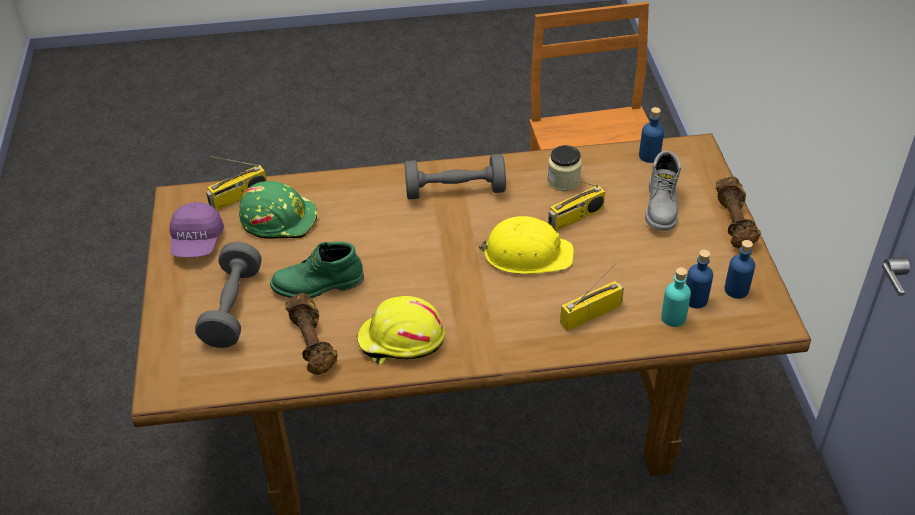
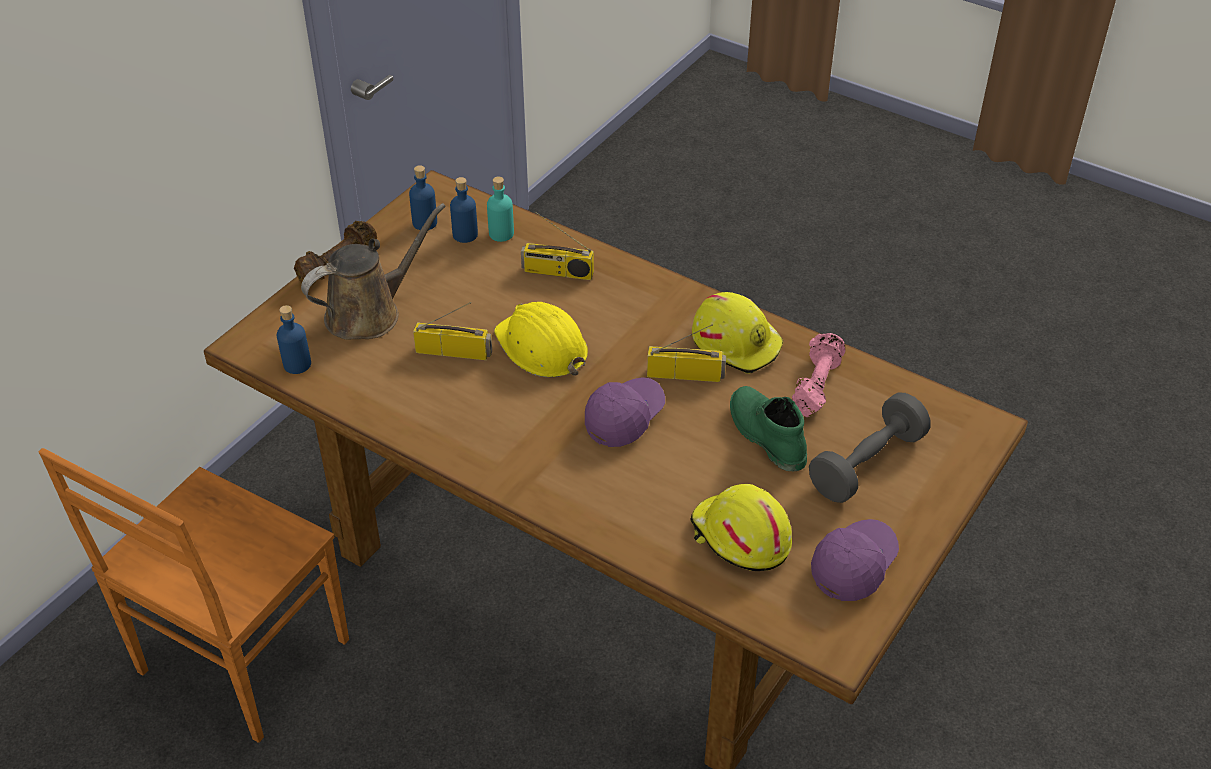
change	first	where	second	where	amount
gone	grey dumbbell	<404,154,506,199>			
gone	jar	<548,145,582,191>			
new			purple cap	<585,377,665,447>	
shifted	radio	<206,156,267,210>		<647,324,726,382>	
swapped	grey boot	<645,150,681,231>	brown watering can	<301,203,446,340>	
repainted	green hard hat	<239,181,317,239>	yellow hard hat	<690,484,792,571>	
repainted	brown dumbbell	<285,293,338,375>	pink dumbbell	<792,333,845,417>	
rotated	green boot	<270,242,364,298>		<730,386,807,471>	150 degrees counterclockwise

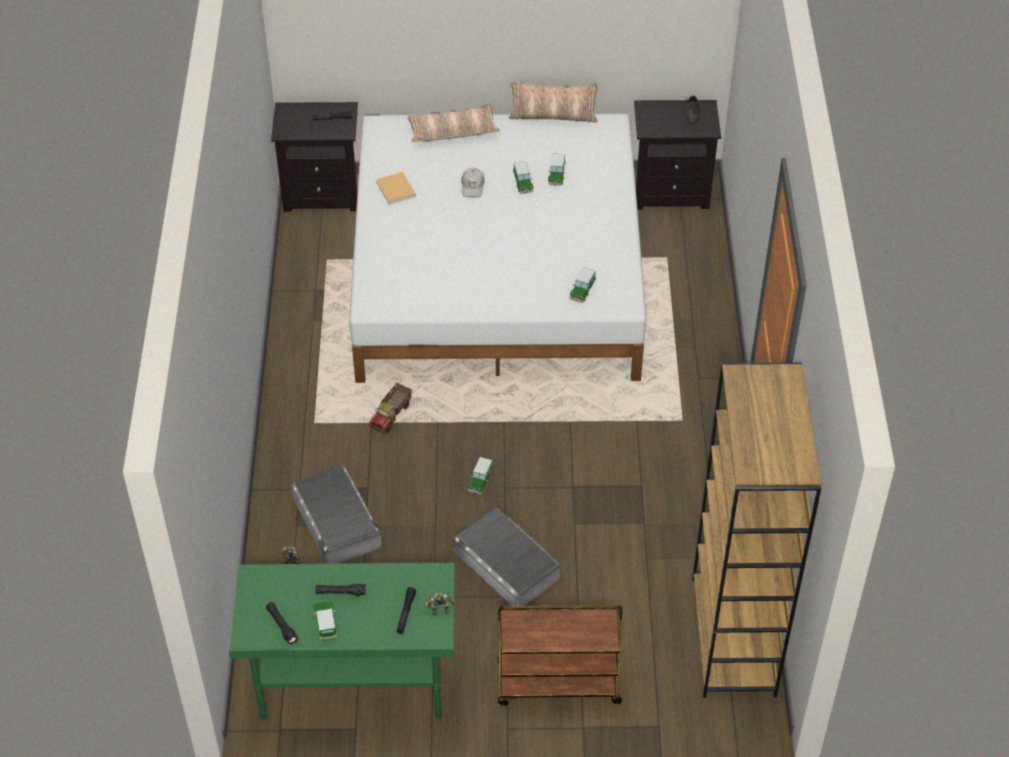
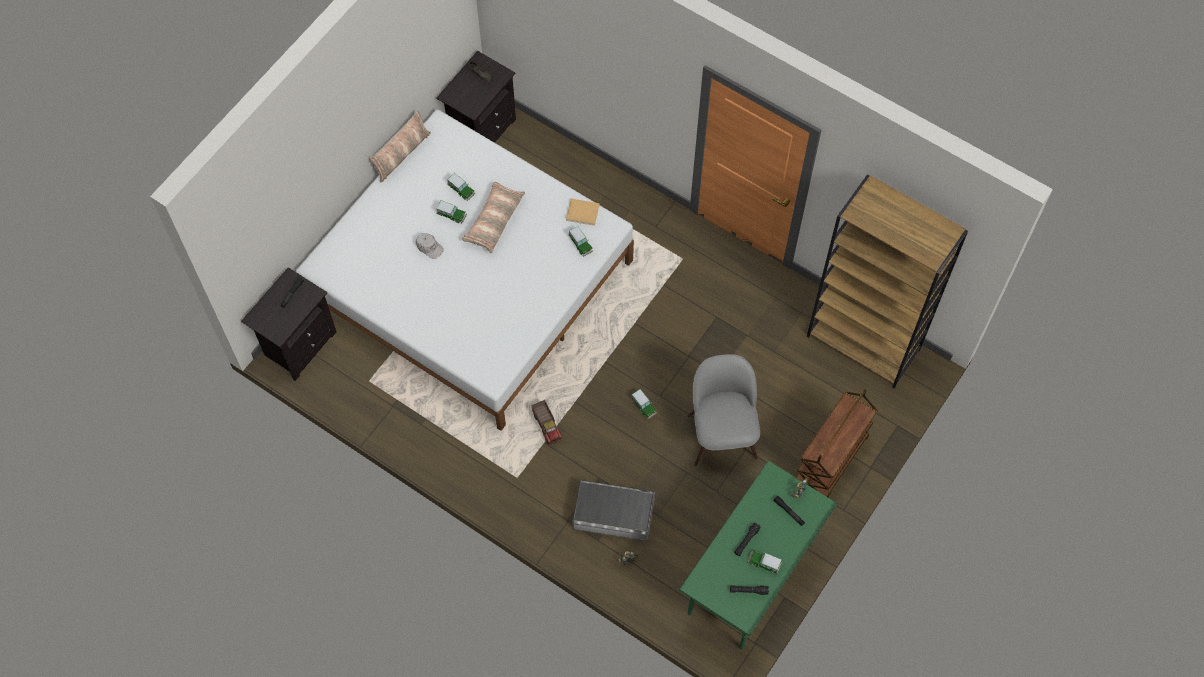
change	first	where	second	where	amount
shifted	beige book	<376,172,416,205>		<566,198,600,226>	
shifted	pillow	<407,105,500,142>		<462,182,525,253>	
swapped	grey storage box	<453,507,561,606>	grey chair	<687,354,760,466>	

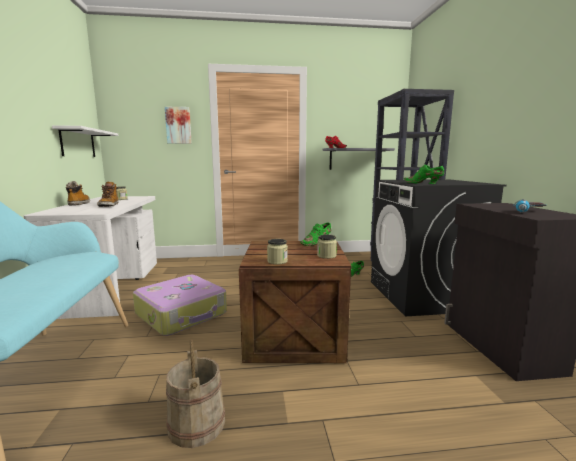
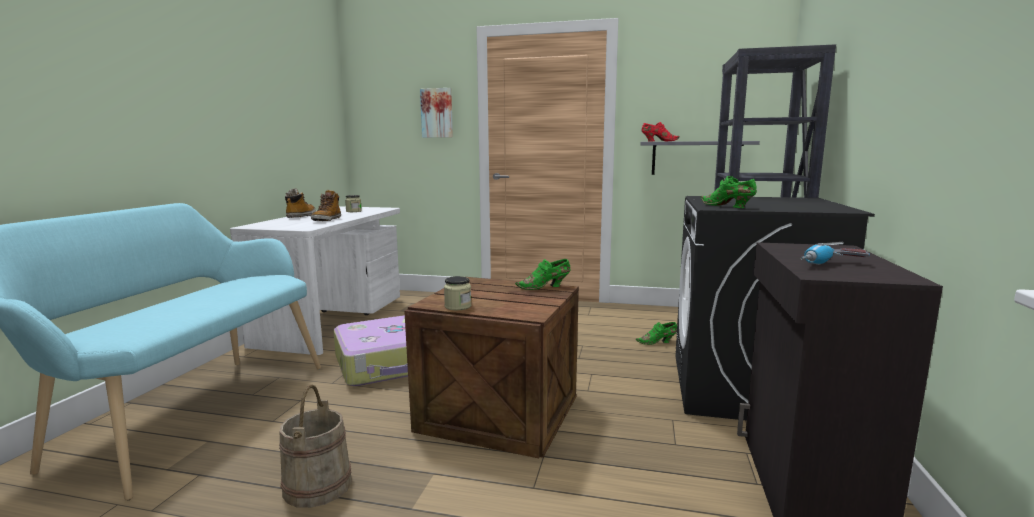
change	first	where	second	where	amount
gone	white shelf	<52,125,118,157>			
gone	jar	<317,234,337,259>			

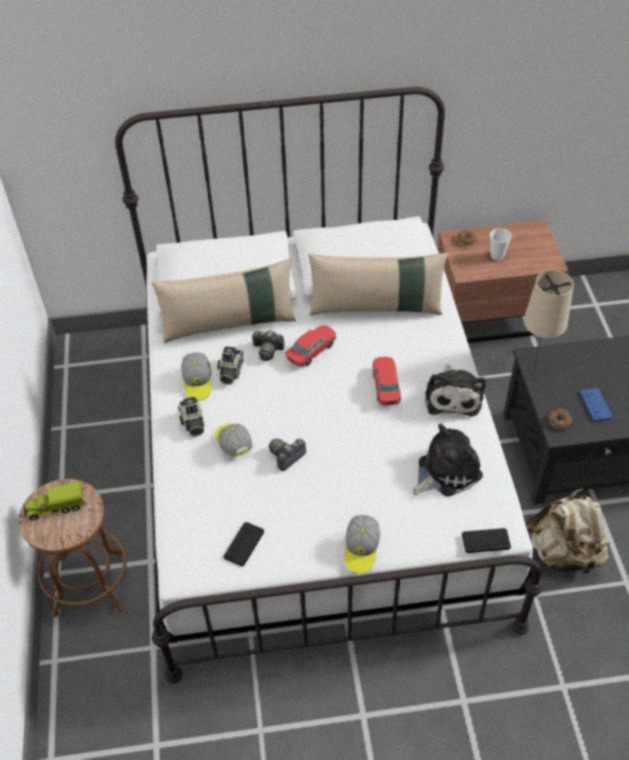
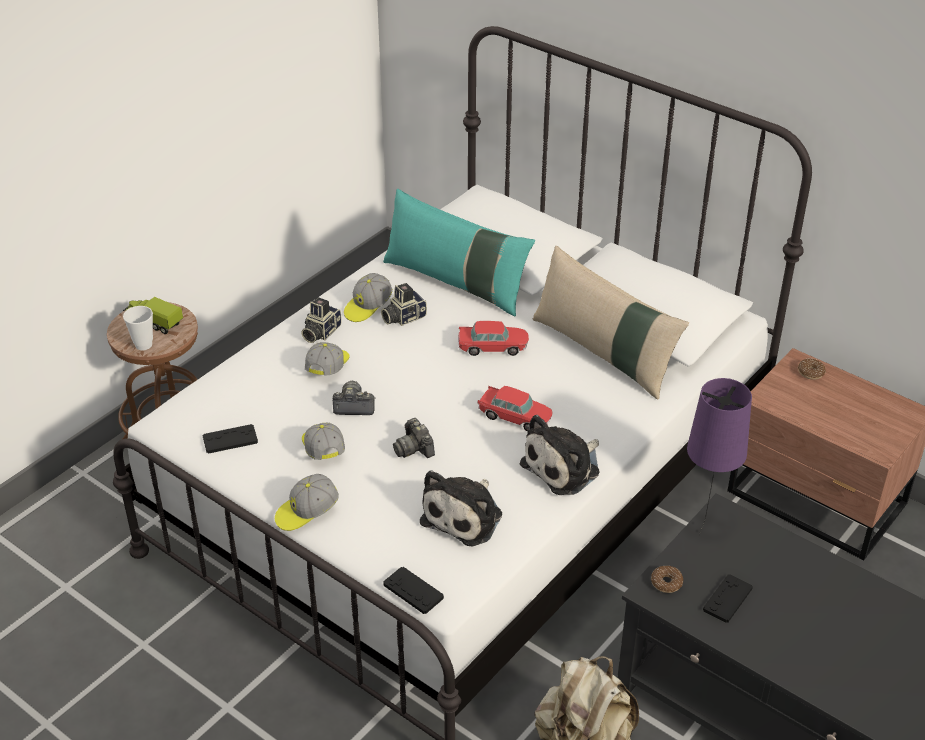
change	first	where	second	where	amount
new			cap	<302,423,345,460>	
shifted	photo camera	<252,330,285,361>		<393,418,435,458>	
shifted	cup	<490,228,512,261>		<123,306,153,350>	
repainted	beige pillow	<152,259,296,343>	turquoise pillow	<383,189,535,316>	
repainted	beige table lamp	<524,270,574,380>	purple table lamp	<687,378,752,535>	
repainted	blue game controller	<580,388,613,422>	black game controller	<703,575,753,623>	
rotated	toy car	<372,357,401,406>		<478,386,553,432>	75 degrees clockwise
rotated	plush toy	<413,424,483,496>		<420,470,502,547>	105 degrees clockwise

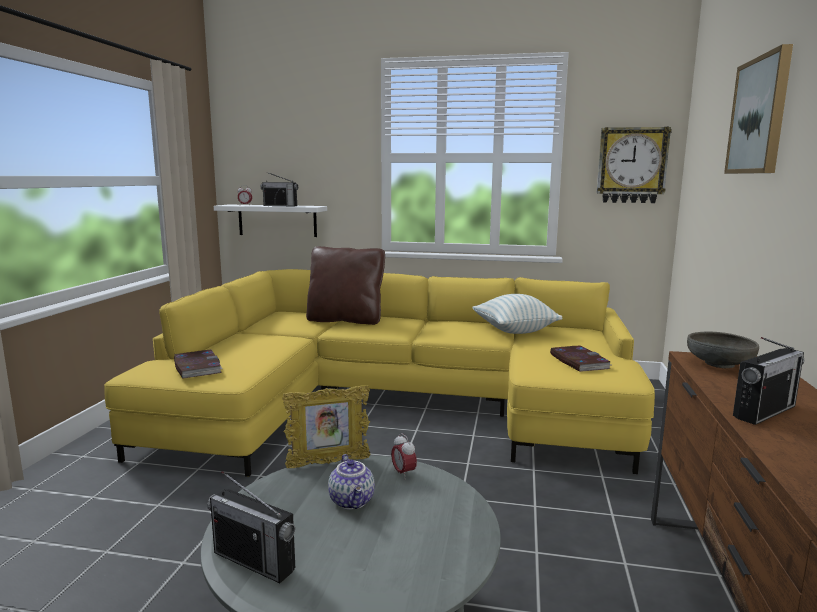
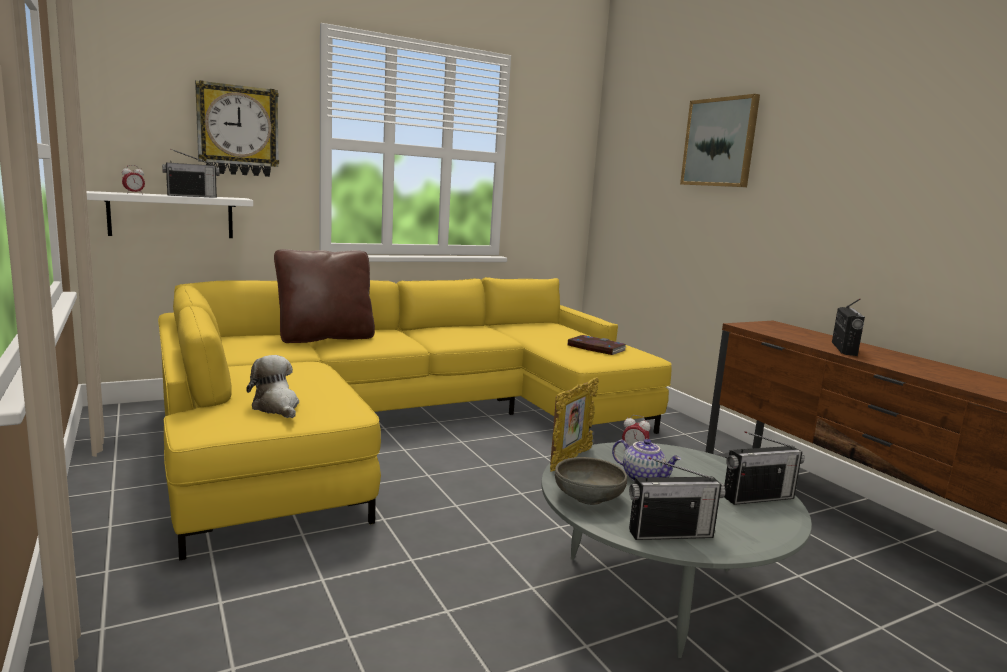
change	first	where	second	where	amount
gone	pillow	<472,294,562,334>			
new			radio	<724,431,805,505>	
shifted	wall clock	<597,127,672,203>		<195,80,279,177>	
shifted	grey bowl	<687,331,759,368>		<555,457,627,505>	
swapped	book	<174,350,223,379>	plush toy	<246,355,299,418>	

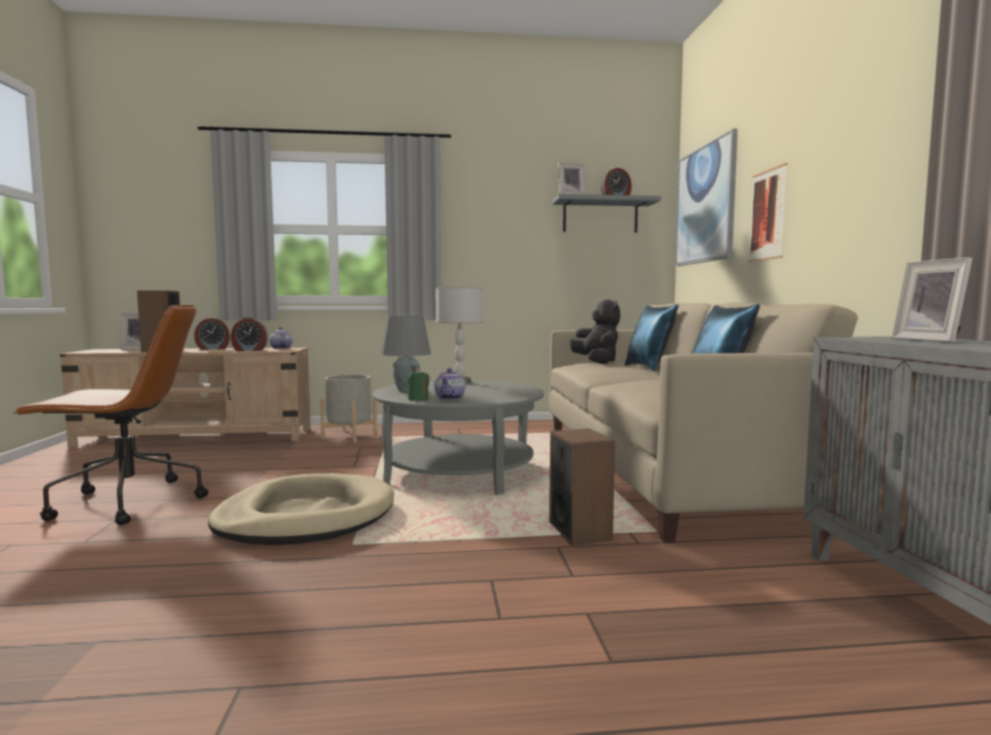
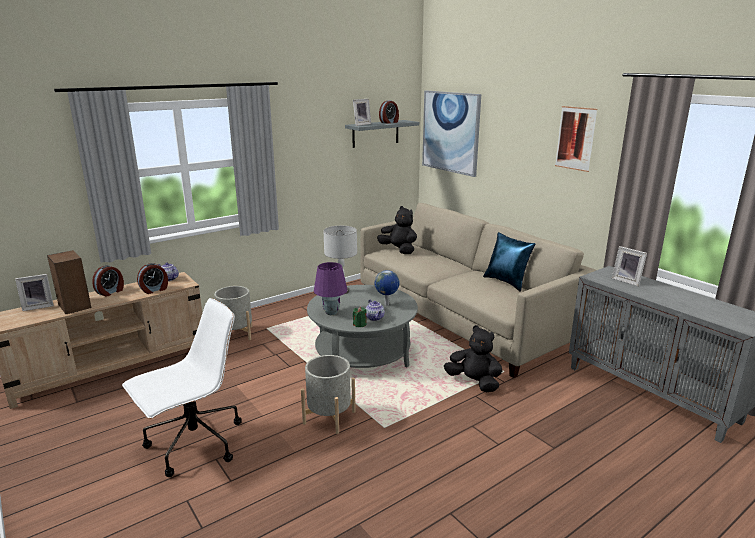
change	first	where	second	where	amount
gone	blue pillow	<625,304,679,371>			
new			globe	<374,270,400,306>	
shifted	picture	<748,163,788,262>		<555,106,598,172>	
swapped	beige dog bed	<208,473,394,545>	grey planter	<301,355,356,434>	
swapped	speaker	<549,428,615,546>	black plush toy	<444,325,502,393>	
repainted	brown office chair	<13,305,208,525>	white office chair	<122,298,242,477>	
repainted	grey table lamp	<381,316,431,392>	purple table lamp	<314,262,347,315>	

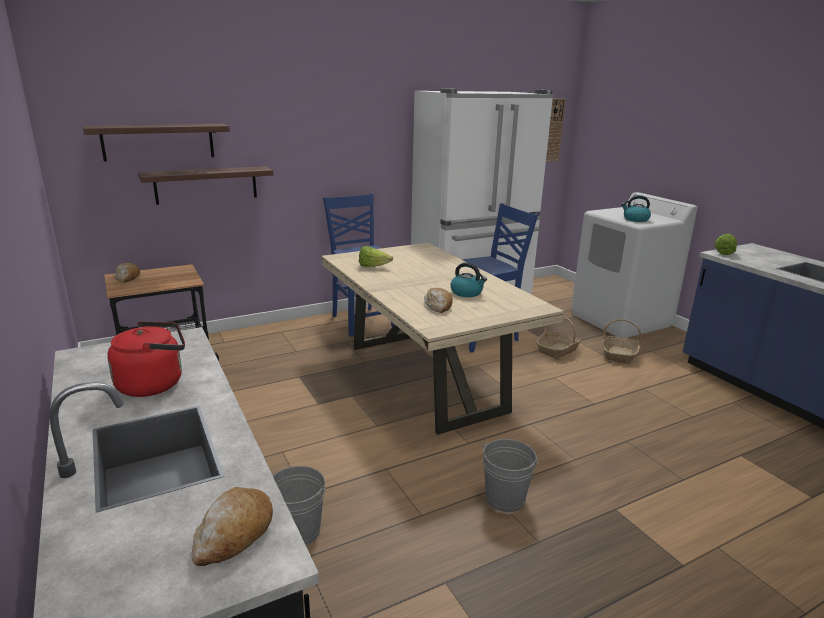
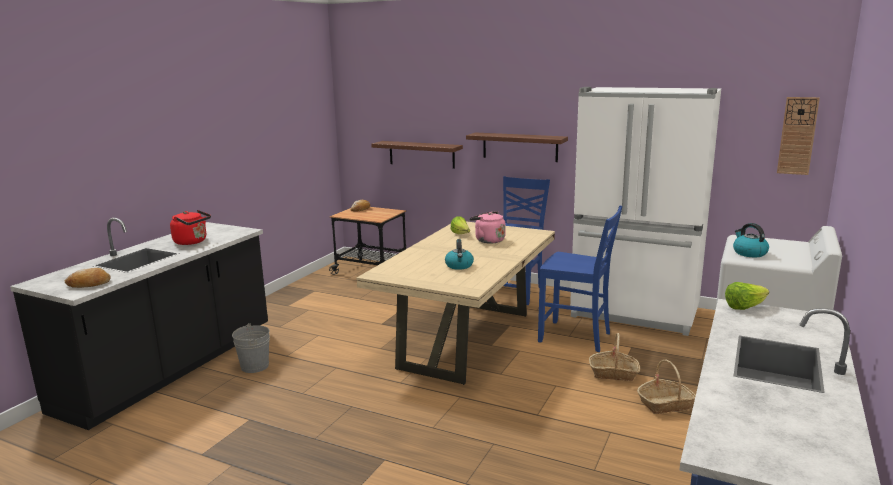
change	first	where	second	where	amount
gone	bread	<424,288,453,313>			
gone	grey bucket	<481,439,538,512>			
new			pink kettle	<469,211,506,243>	
shifted	shelf	<83,124,230,162>		<466,132,568,162>	

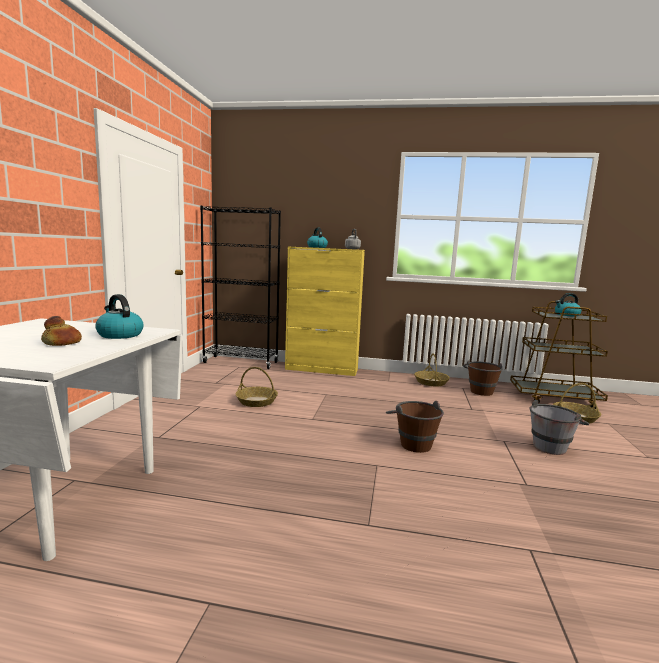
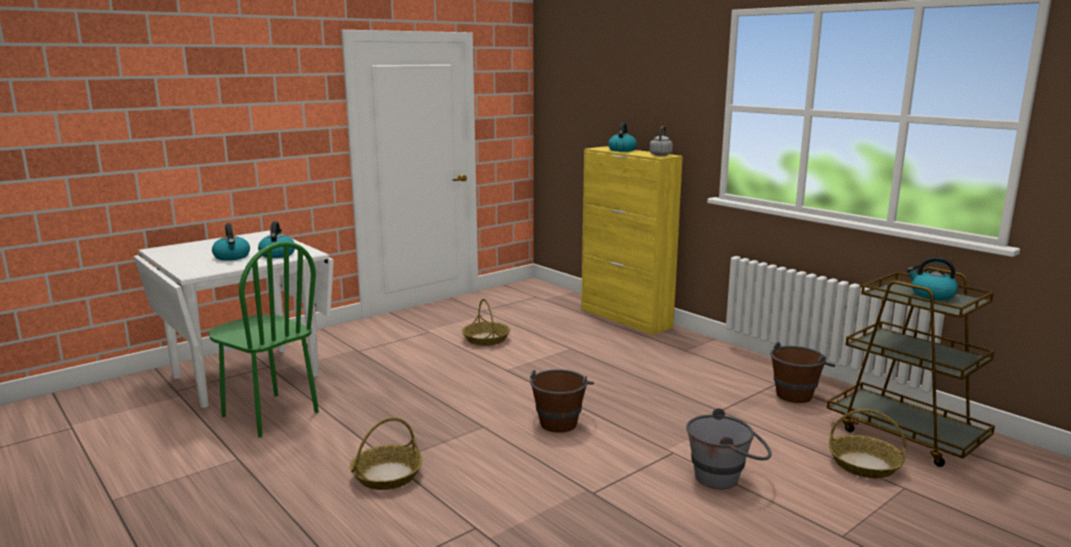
change	first	where	second	where	amount
gone	black bookcase	<200,206,281,369>			
new			green chair	<208,241,319,438>	
shifted	basket	<414,353,450,387>		<350,418,423,490>	
swapped	bread	<41,316,82,346>	kettle	<212,223,250,261>	

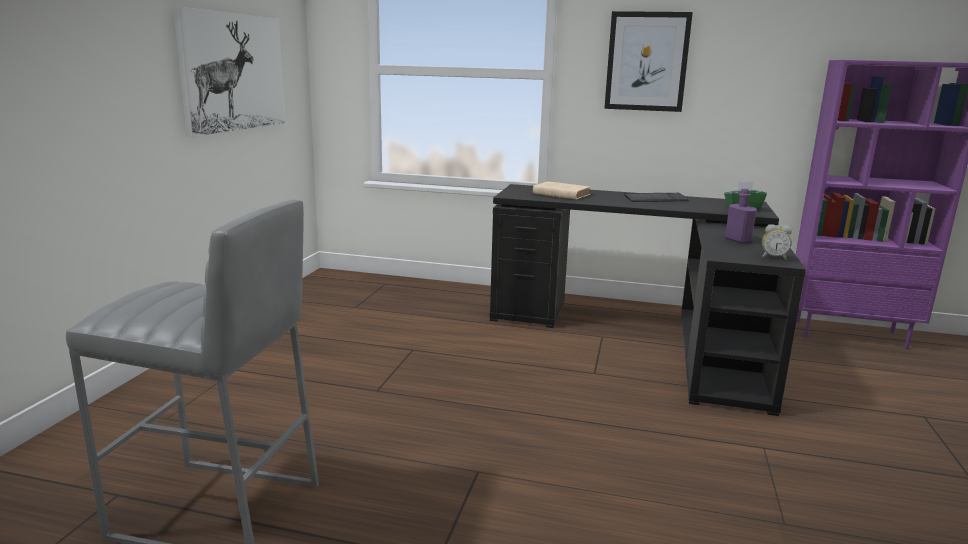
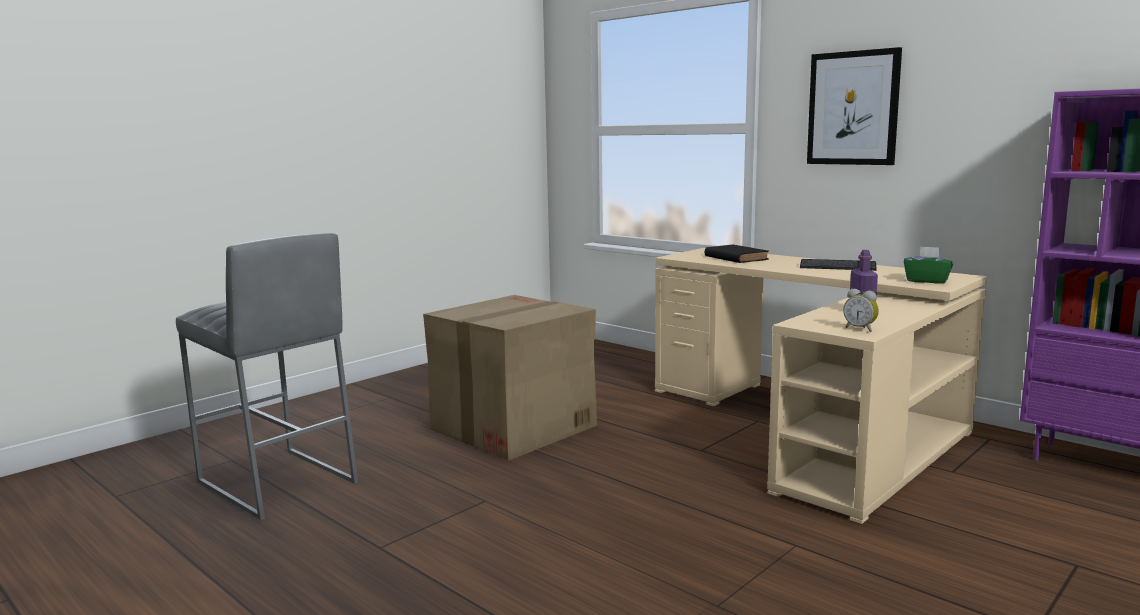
change	first	where	second	where	amount
gone	picture	<173,7,285,137>			
new			cardboard box	<423,295,597,461>	
repainted	black desk	<490,184,806,416>	beige desk	<655,248,987,524>	
repainted	beige book	<533,181,591,199>	black book	<705,245,769,263>	

